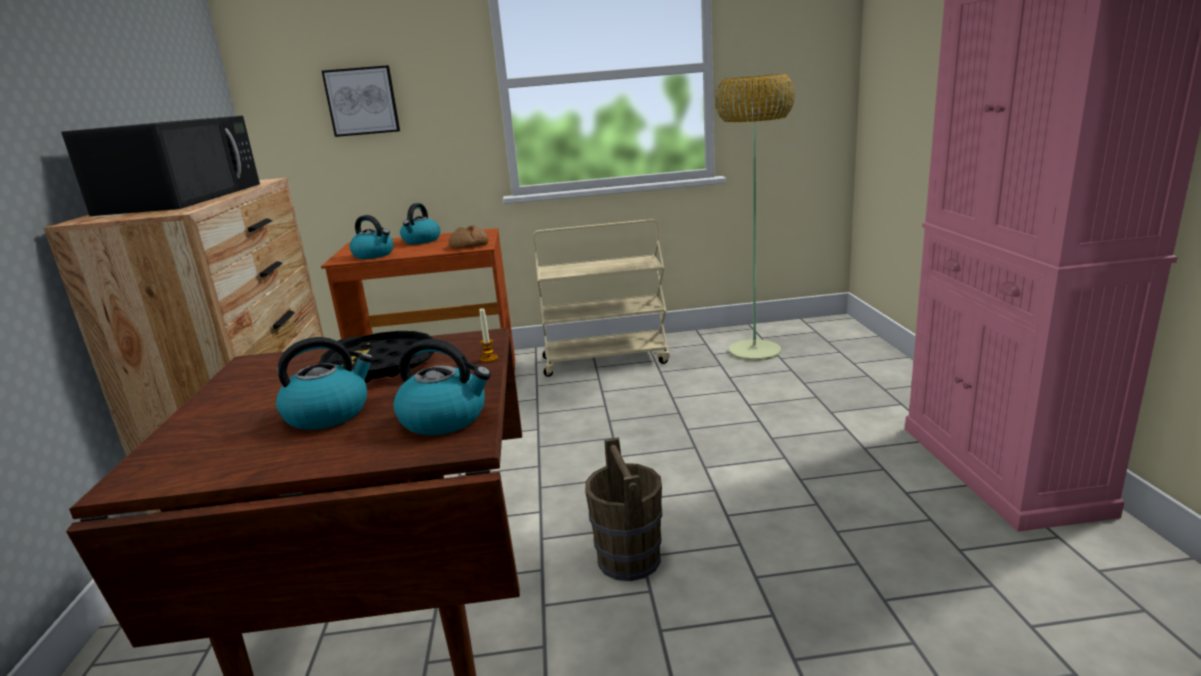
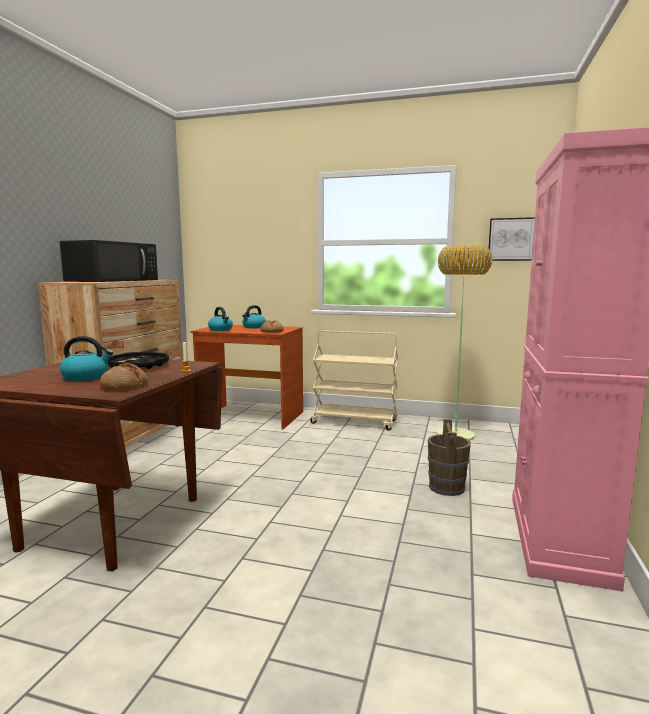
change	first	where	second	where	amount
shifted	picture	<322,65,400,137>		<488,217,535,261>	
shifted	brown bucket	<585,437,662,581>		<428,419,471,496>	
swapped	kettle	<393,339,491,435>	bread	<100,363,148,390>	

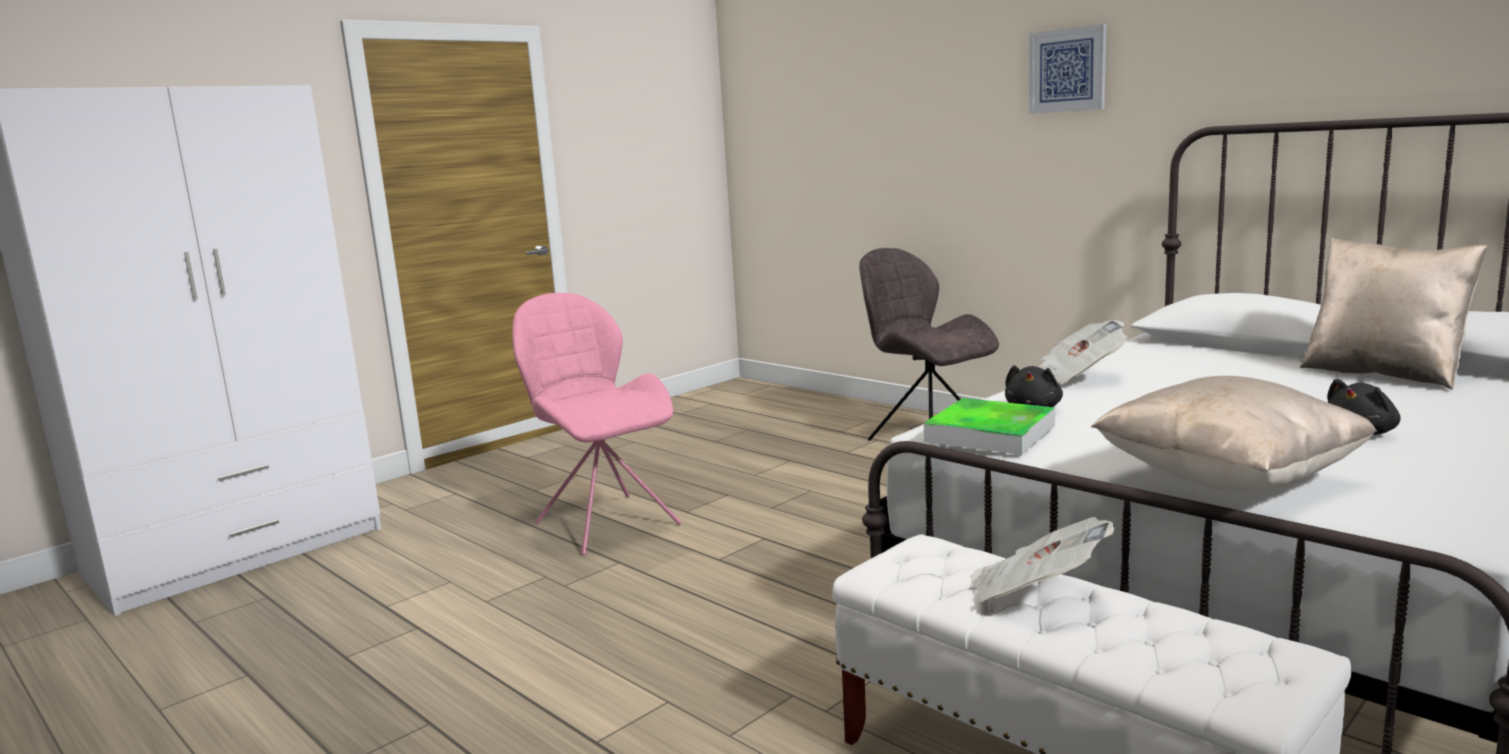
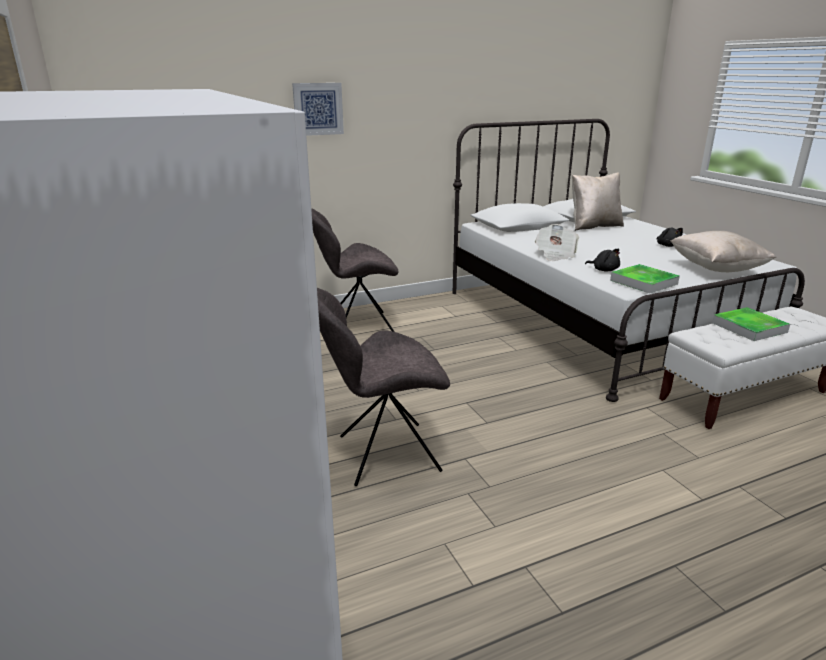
change	first	where	second	where	amount
shifted	picture	<1029,24,1106,114>		<292,83,344,136>	
swapped	newspaper	<970,517,1114,602>	tray	<712,307,790,341>	
repainted	pink chair	<512,293,682,555>	grey chair	<317,288,450,486>	

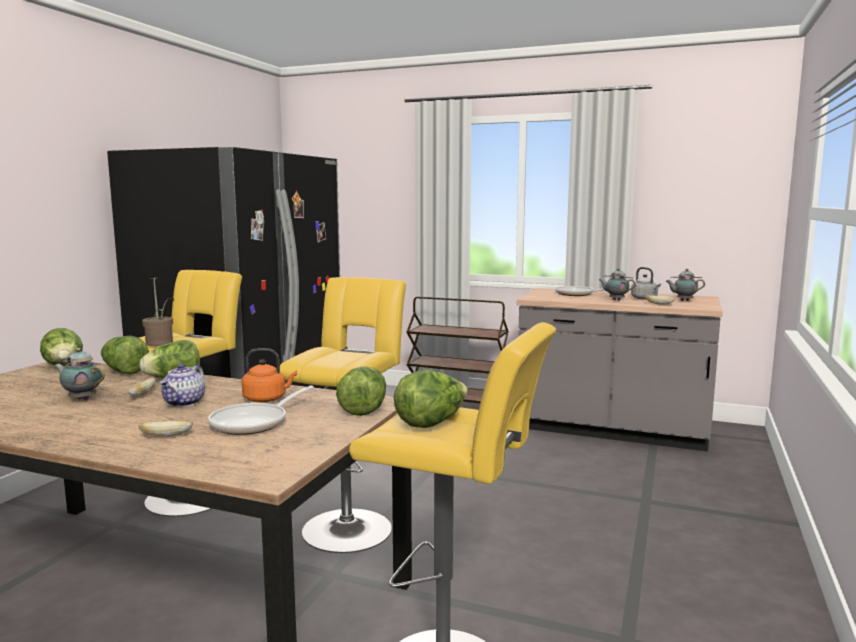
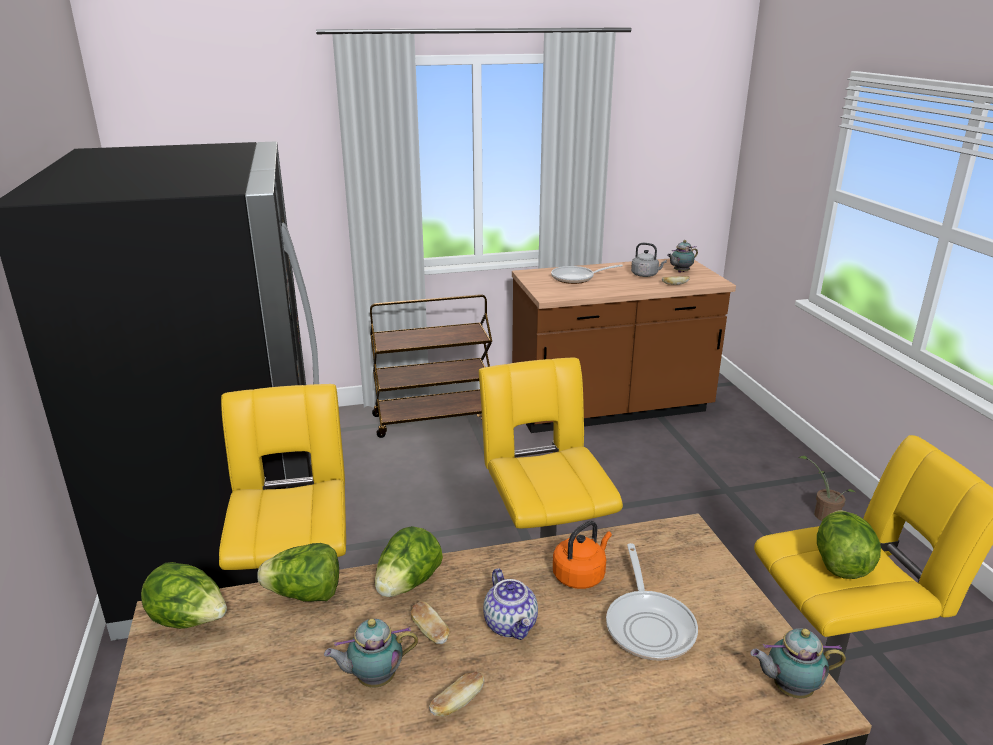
change	first	where	second	where	amount
gone	lettuce	<336,366,386,416>			
shifted	bread	<138,420,193,436>		<429,672,484,717>	
shifted	potted plant	<142,278,174,346>		<798,456,855,521>	
shifted	teapot	<599,268,636,300>		<750,628,846,698>	
repainted	grey counter	<517,288,723,452>	brown counter	<512,258,736,433>	

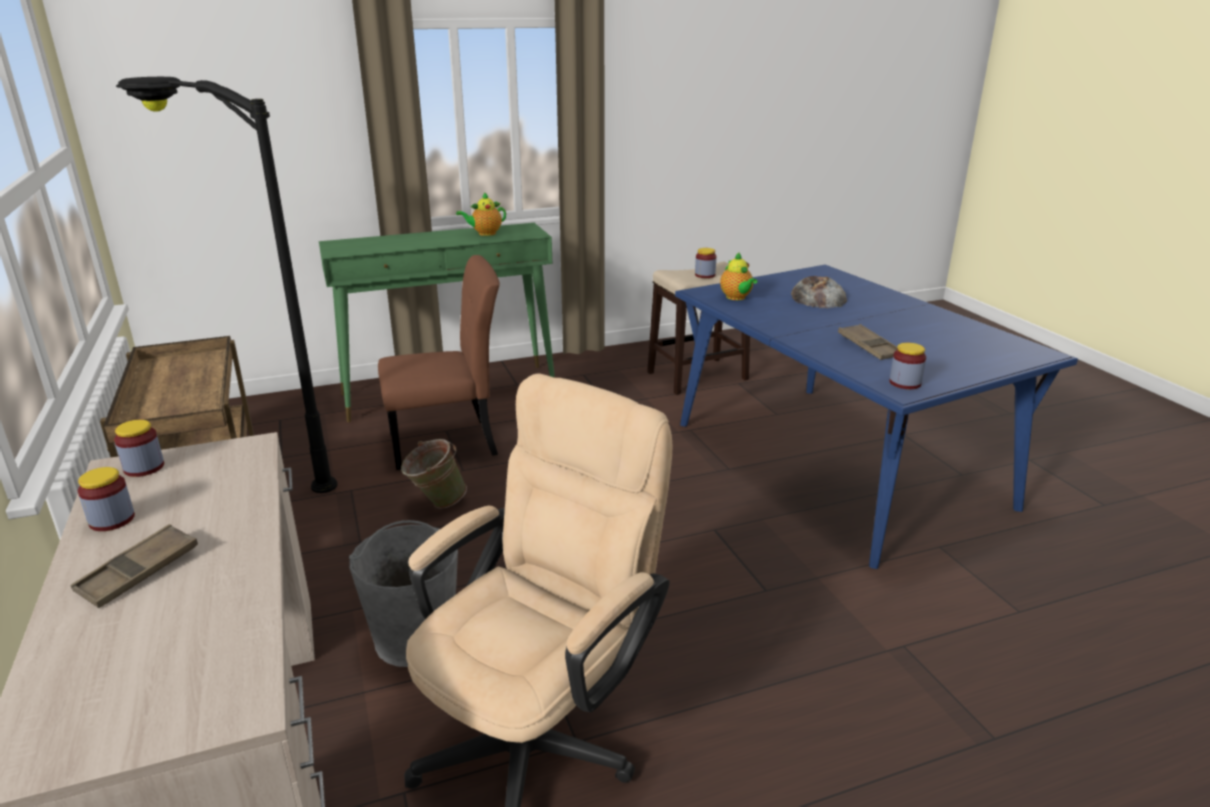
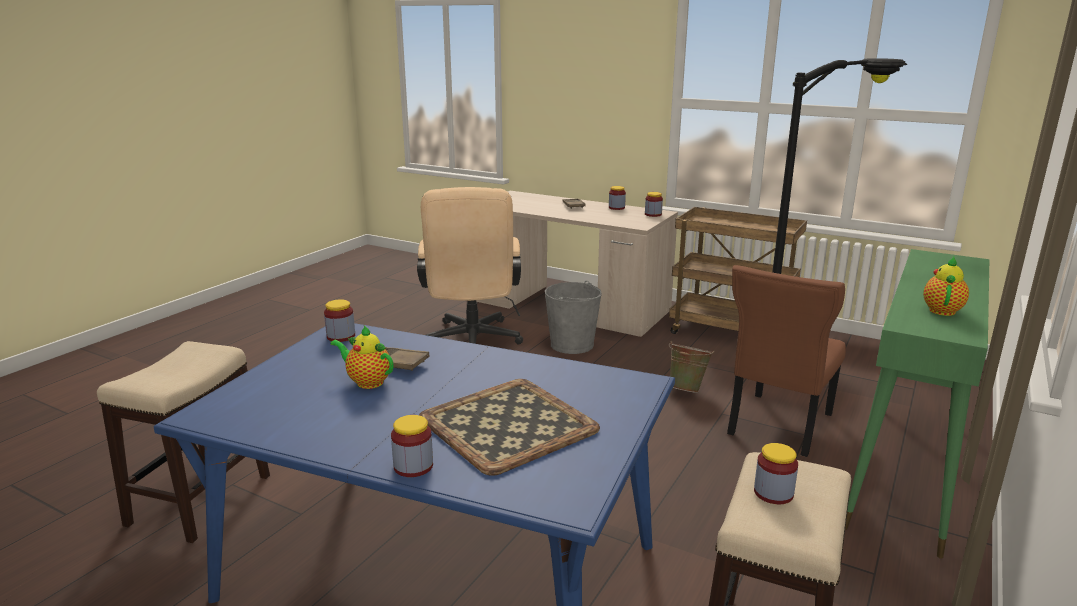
change	first	where	second	where	amount
new			stool	<97,341,270,543>	
new			jar	<391,415,433,477>	
shifted	teapot	<720,252,757,300>		<330,325,393,389>	
swapped	bread	<791,276,847,308>	tray	<419,379,600,476>	

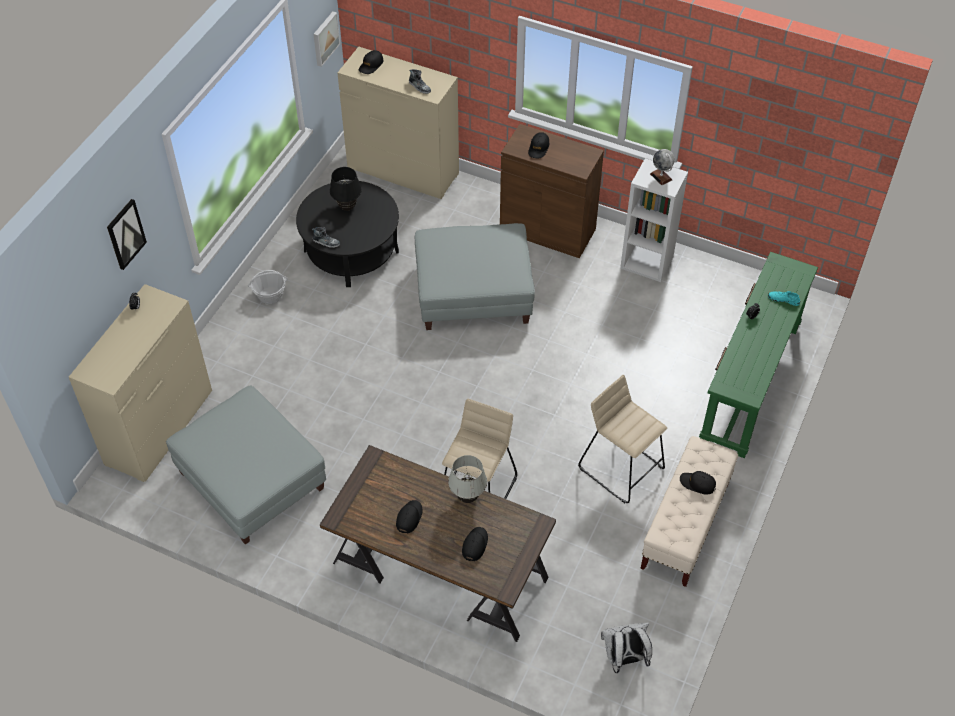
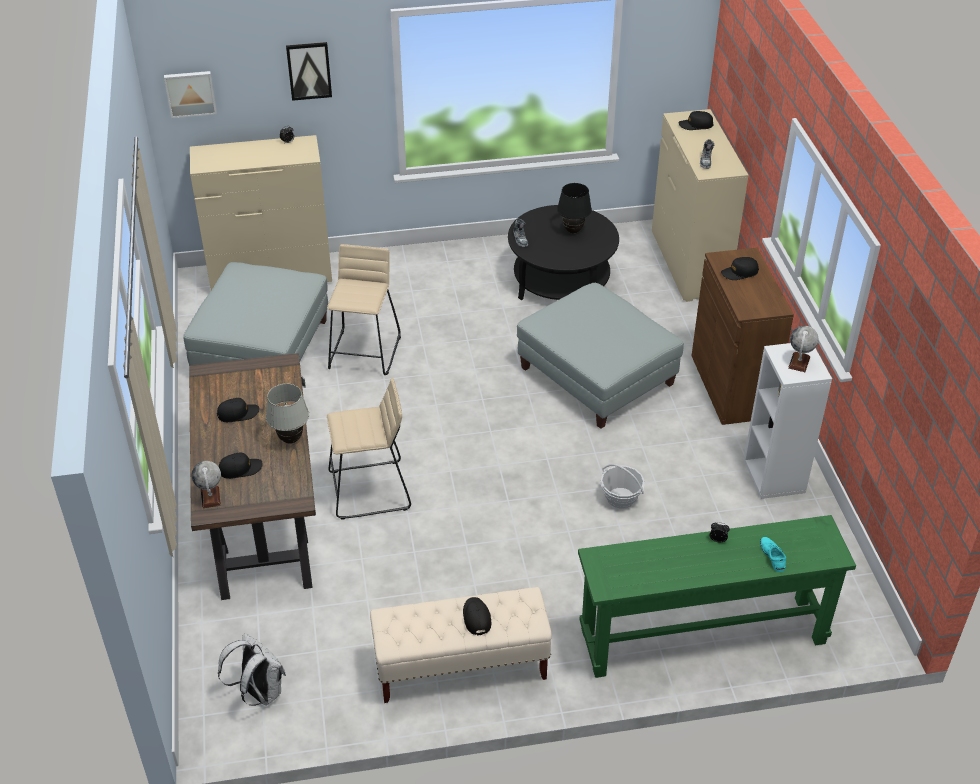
change	first	where	second	where	amount
new			globe	<192,461,221,508>	
shifted	basket	<248,270,288,304>		<600,464,645,509>	
shifted	picture	<313,11,340,67>		<164,71,217,118>	
shifted	beige stool	<578,375,667,503>		<327,244,401,375>	

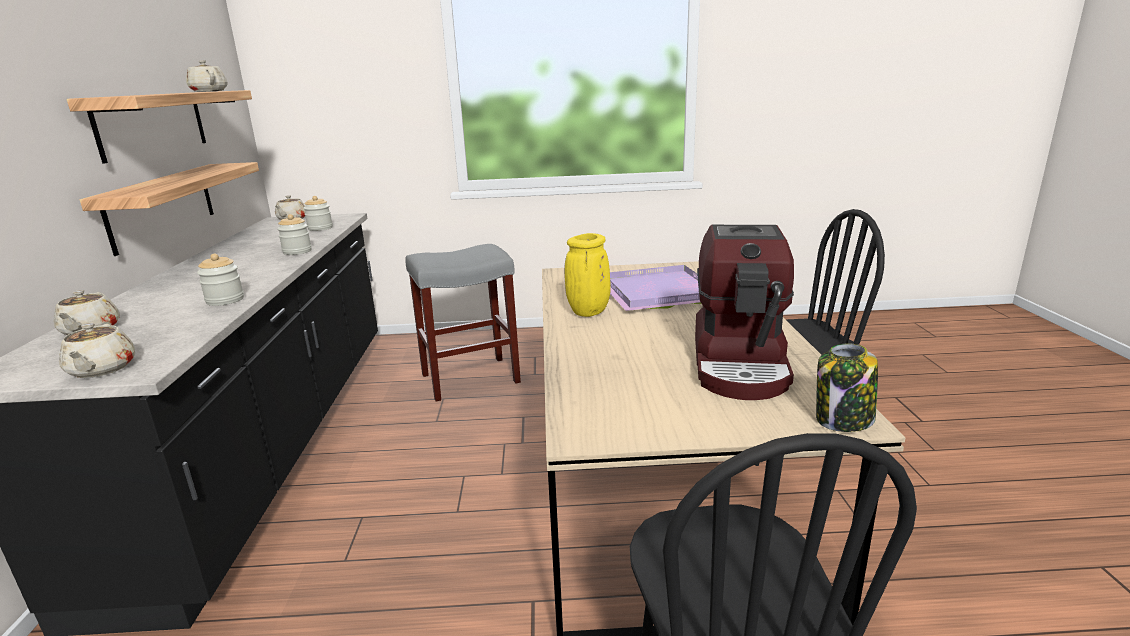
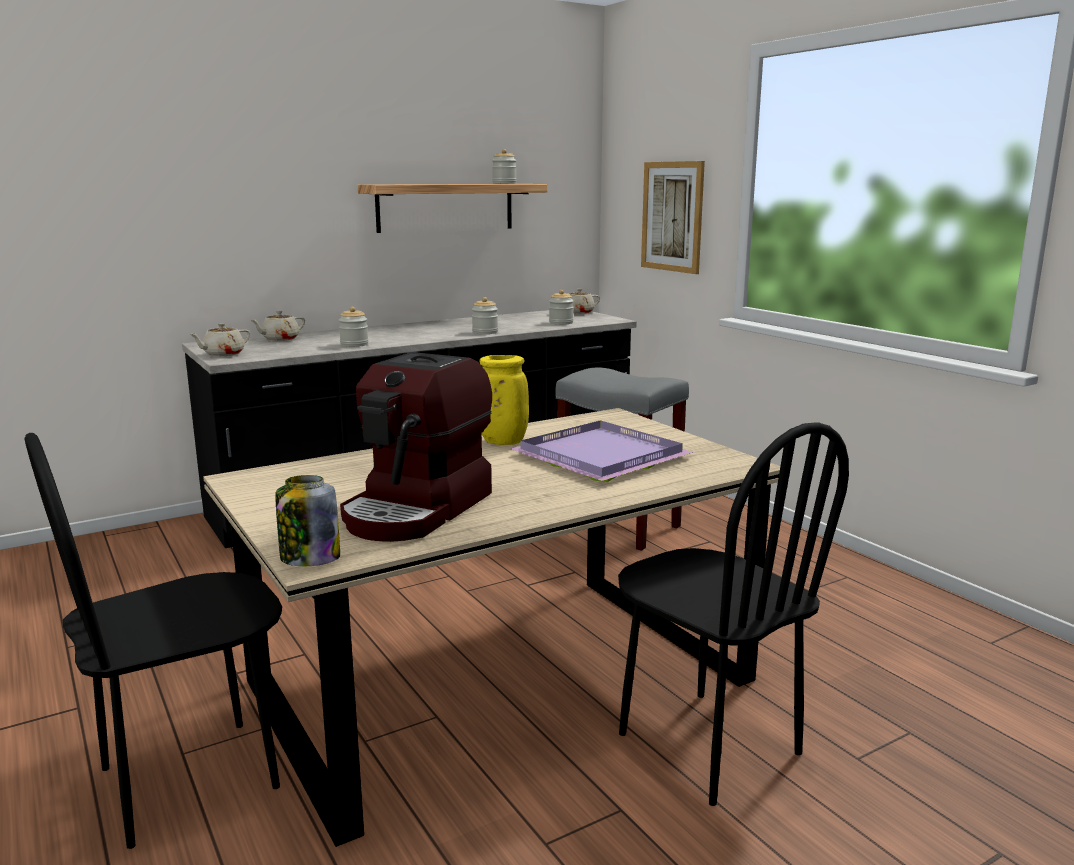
change	first	where	second	where	amount
gone	shelf	<80,162,259,256>			
new			picture	<641,161,705,274>	
swapped	beige teapot	<186,60,227,92>	jar	<492,149,517,184>	
rotated	coffee machine	<695,225,794,400>		<340,352,492,542>	45 degrees counterclockwise

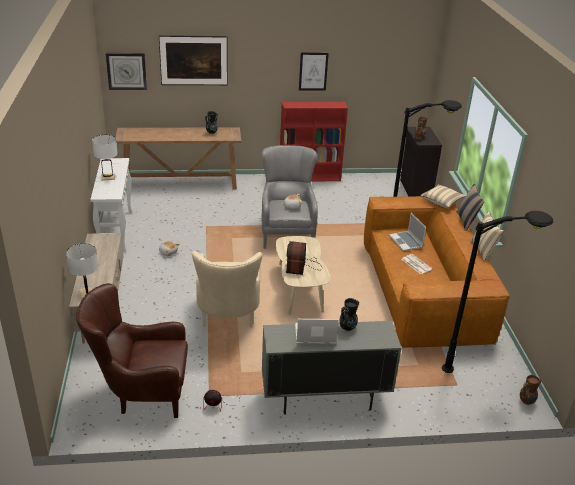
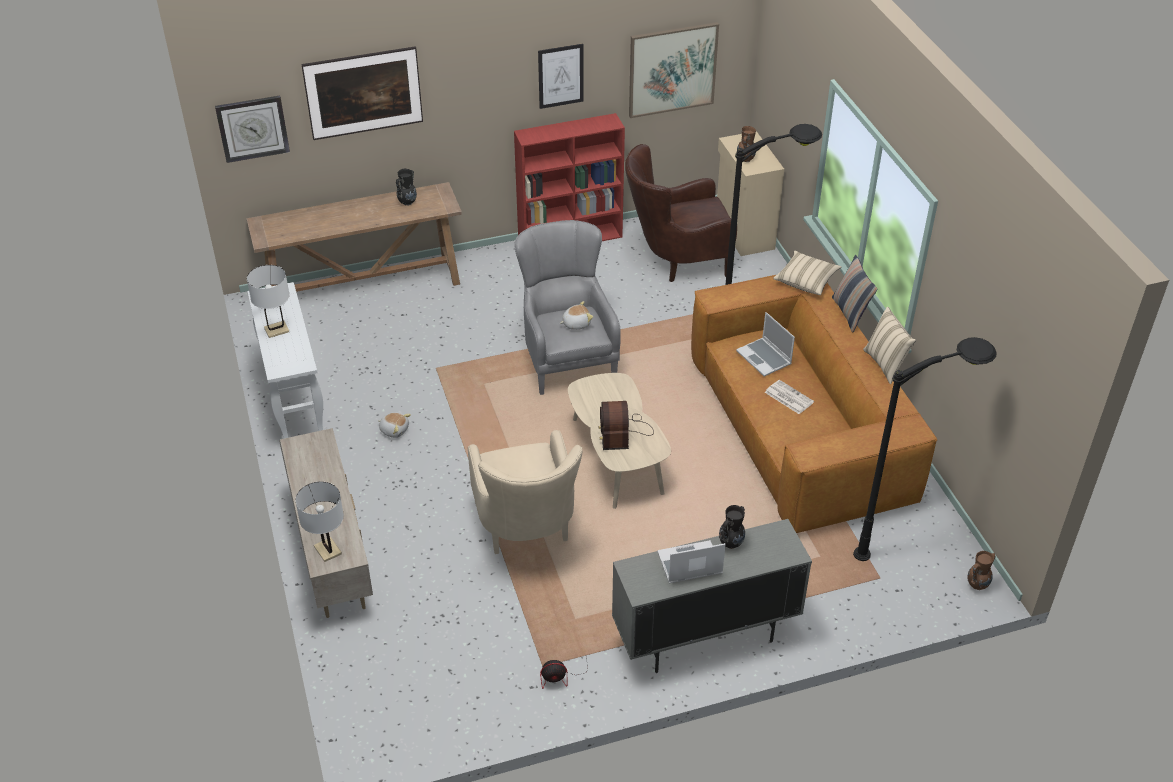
change	first	where	second	where	amount
new			picture	<629,22,719,118>	
shifted	brown armchair	<76,283,188,418>		<625,144,737,282>	
repainted	black cabinet	<400,127,442,196>	beige cabinet	<717,131,784,256>	

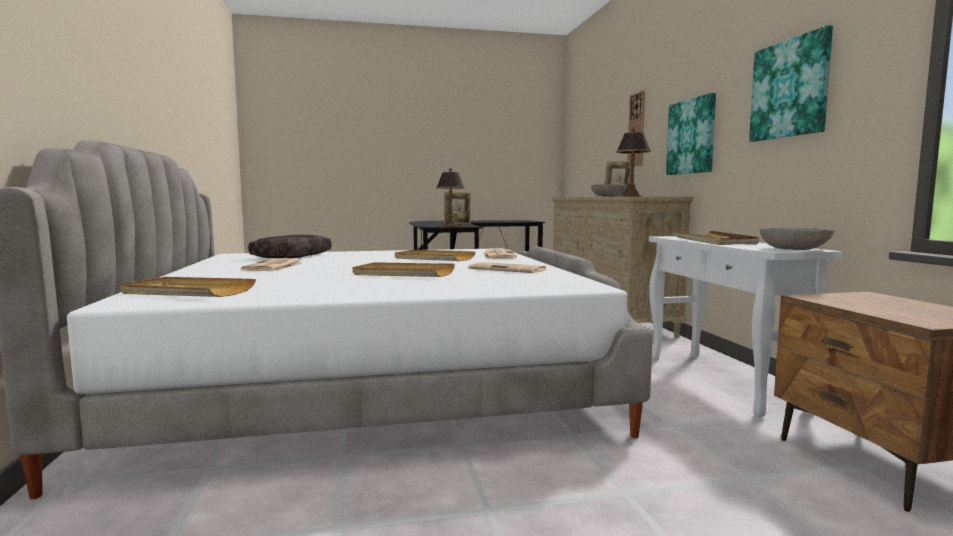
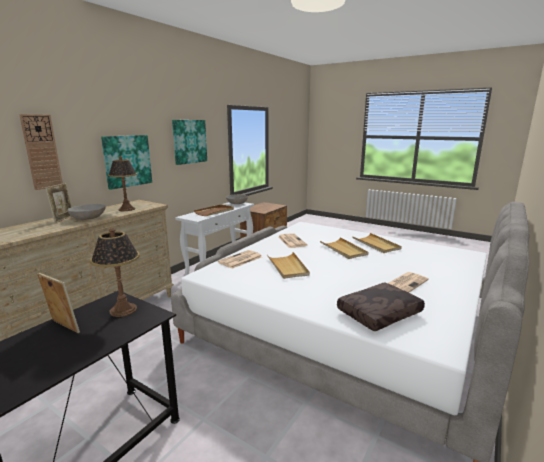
change	first	where	second	where	amount
shifted	beige tray	<120,277,256,297>		<352,233,402,253>	

